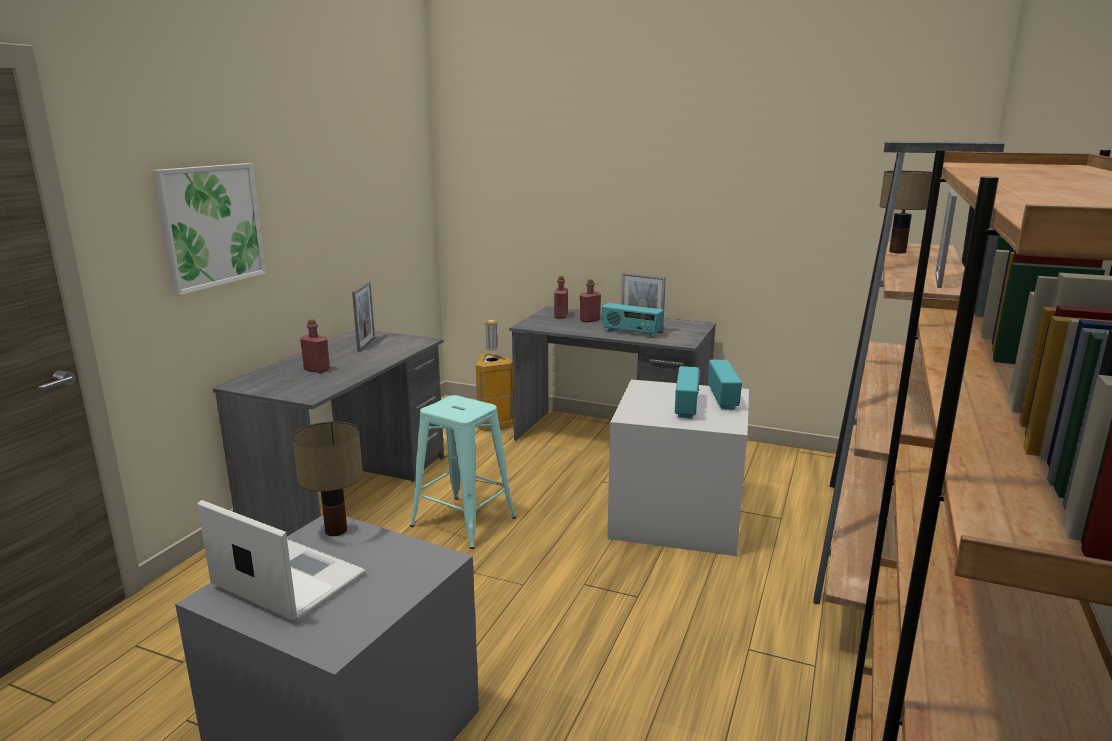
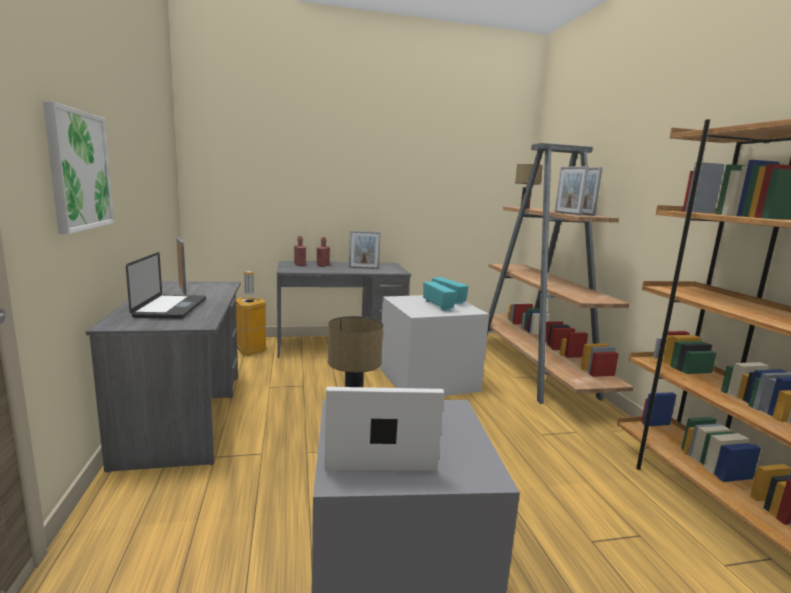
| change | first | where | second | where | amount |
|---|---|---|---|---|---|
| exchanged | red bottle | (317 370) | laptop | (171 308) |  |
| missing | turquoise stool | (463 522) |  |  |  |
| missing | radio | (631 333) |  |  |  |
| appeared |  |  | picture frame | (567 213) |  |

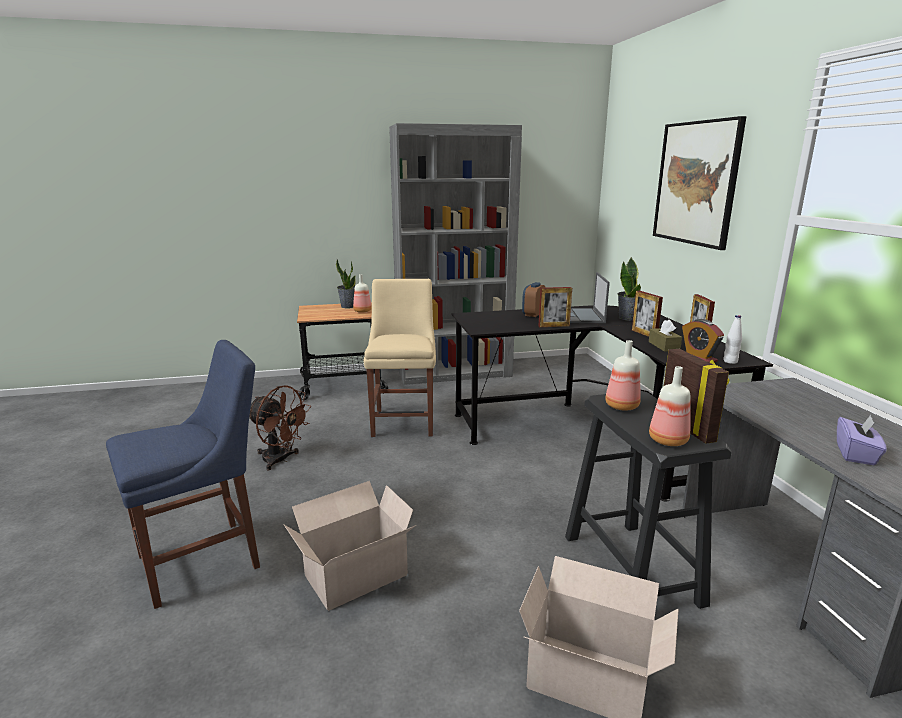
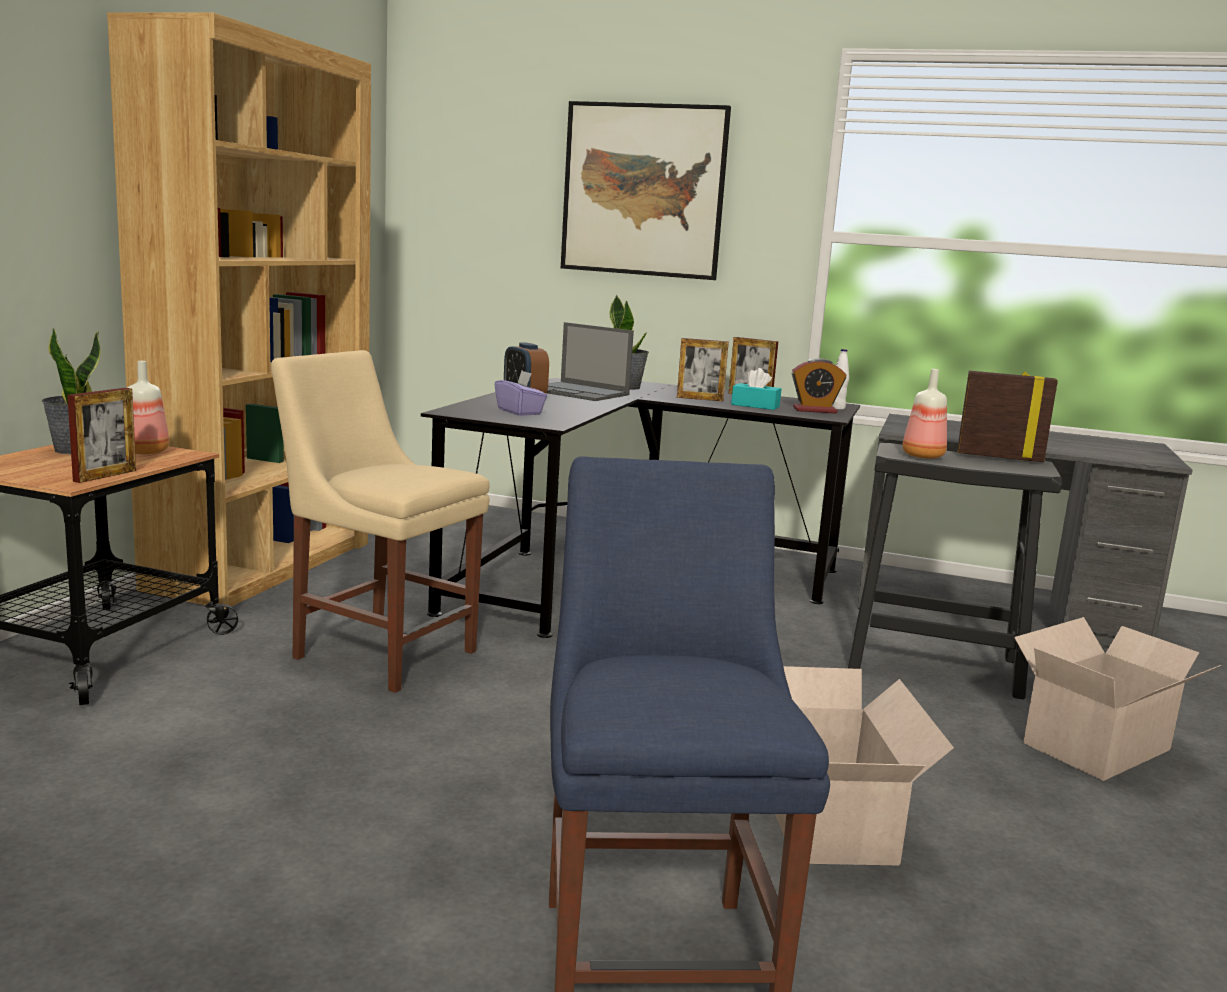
| change | first | where | second | where | amount |
|---|---|---|---|---|---|
| missing | brown fan | (281 460) |  |  |  |
| colour | grey bookcase | (454 372) | brown bookcase | (263 565) |  |
| relocated | picture frame | (554 326) |  | (105 476) |  |
| colour | brown tissue box | (664 346) | turquoise tissue box | (755 406) |  |
| missing | bottle | (666 441) |  |  |  |
| relocated | purple tissue box | (856 454) |  | (520 412) |  |

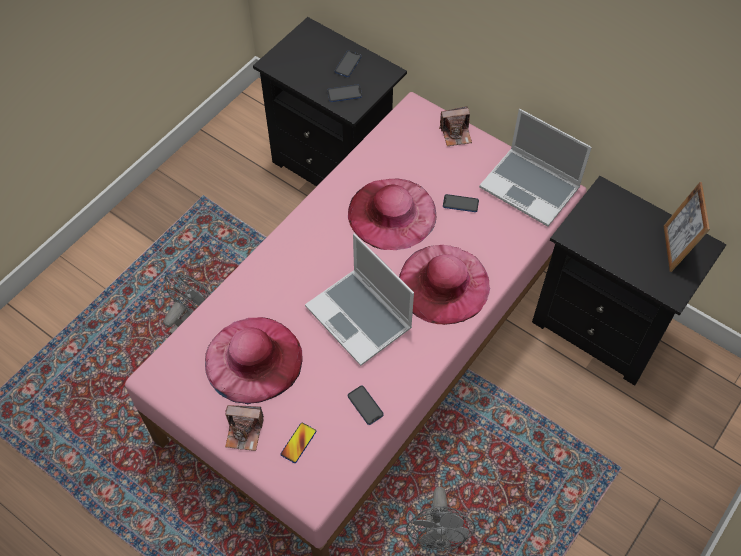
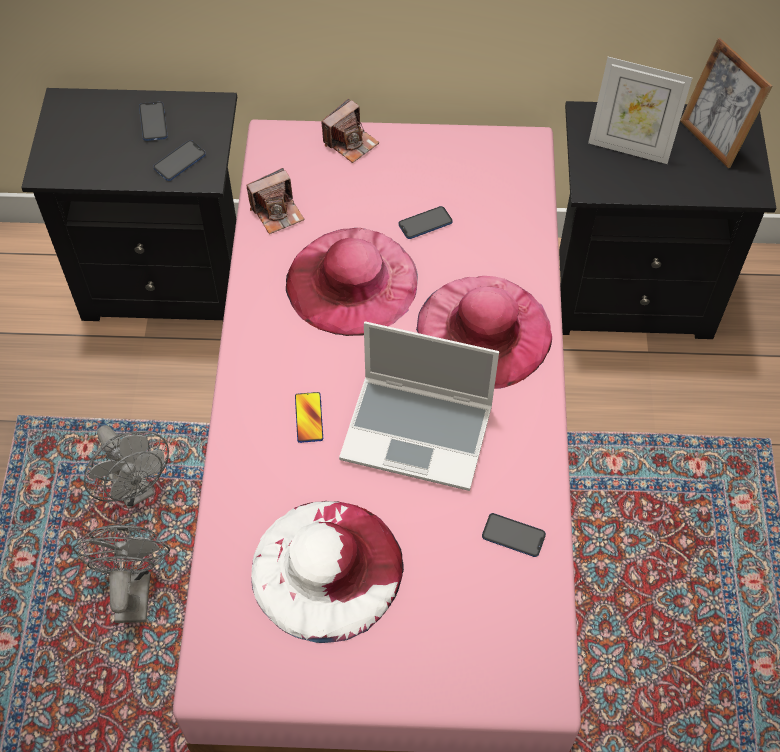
| change | first | where | second | where | amount |
|---|---|---|---|---|---|
| colour | pink hat | (253 359) | white hat | (327 569) |  |
| relocated | photo camera | (244 432) |  | (277 212) |  |
| relocated | phone | (298 443) |  | (309 418) |  |
| relocated | grey fan | (438 536) |  | (135 490) |  |
| missing | laptop | (531 188) |  |  |  |
| appeared |  |  | picture frame | (629 147) |  |

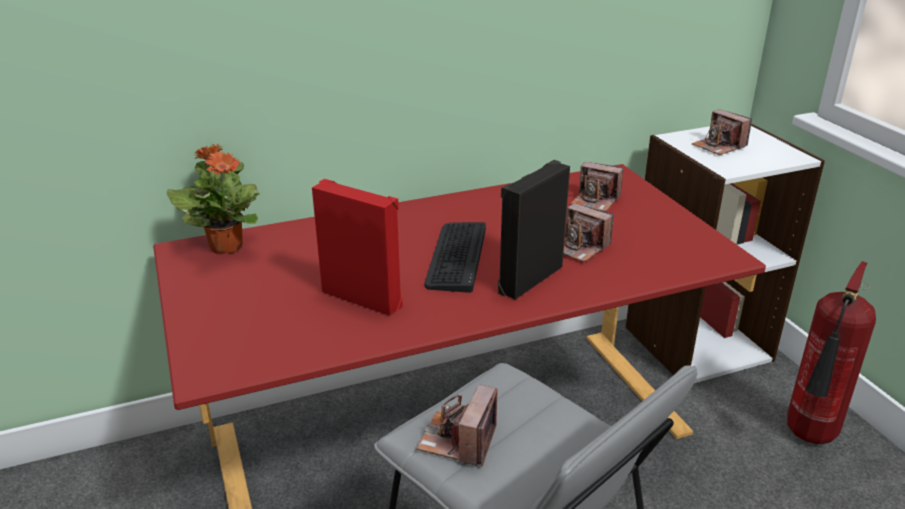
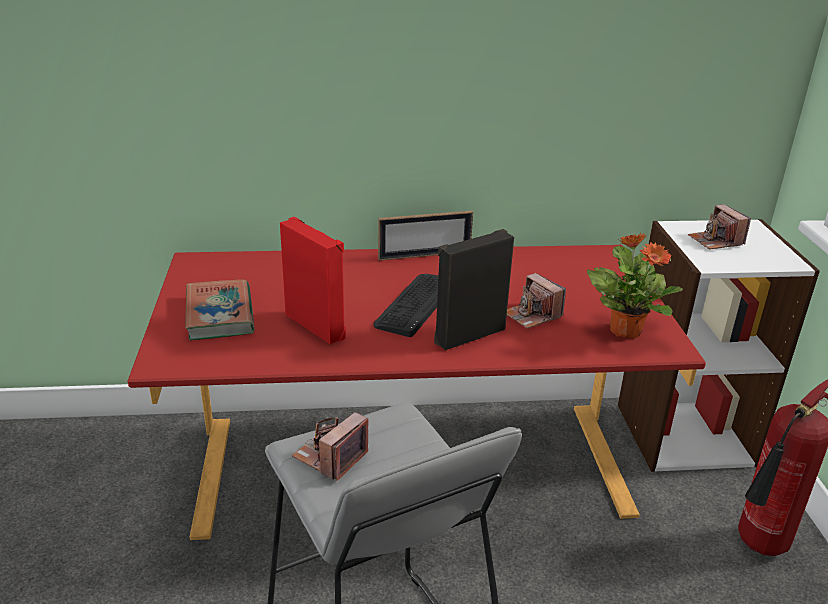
| change | first | where | second | where | amount |
|---|---|---|---|---|---|
| relocated | potted plant | (226 246) |  | (625 330) |  |
| missing | photo camera | (595 201) |  |  |  |
| appeared |  |  | book | (220 315) |  |
| appeared |  |  | picture frame | (424 255) |  |

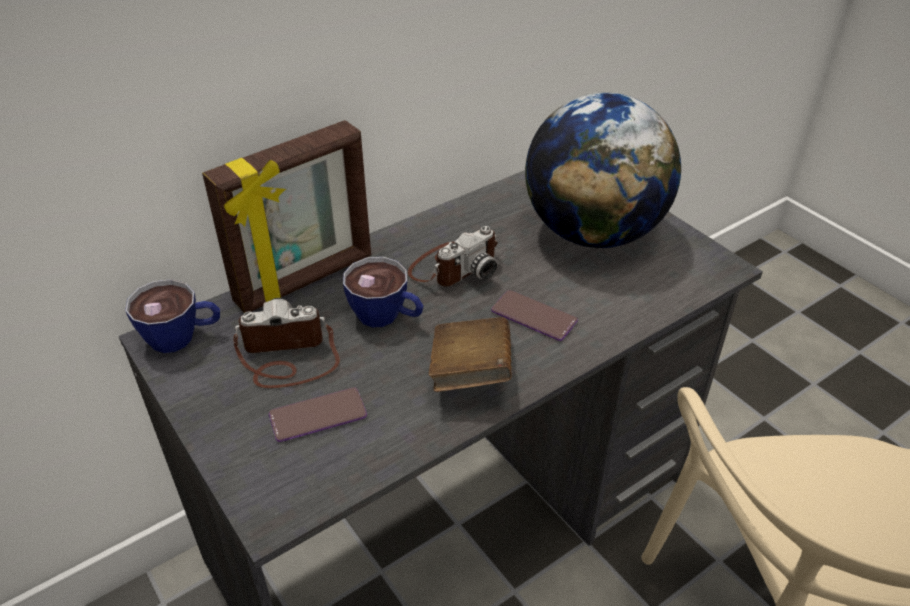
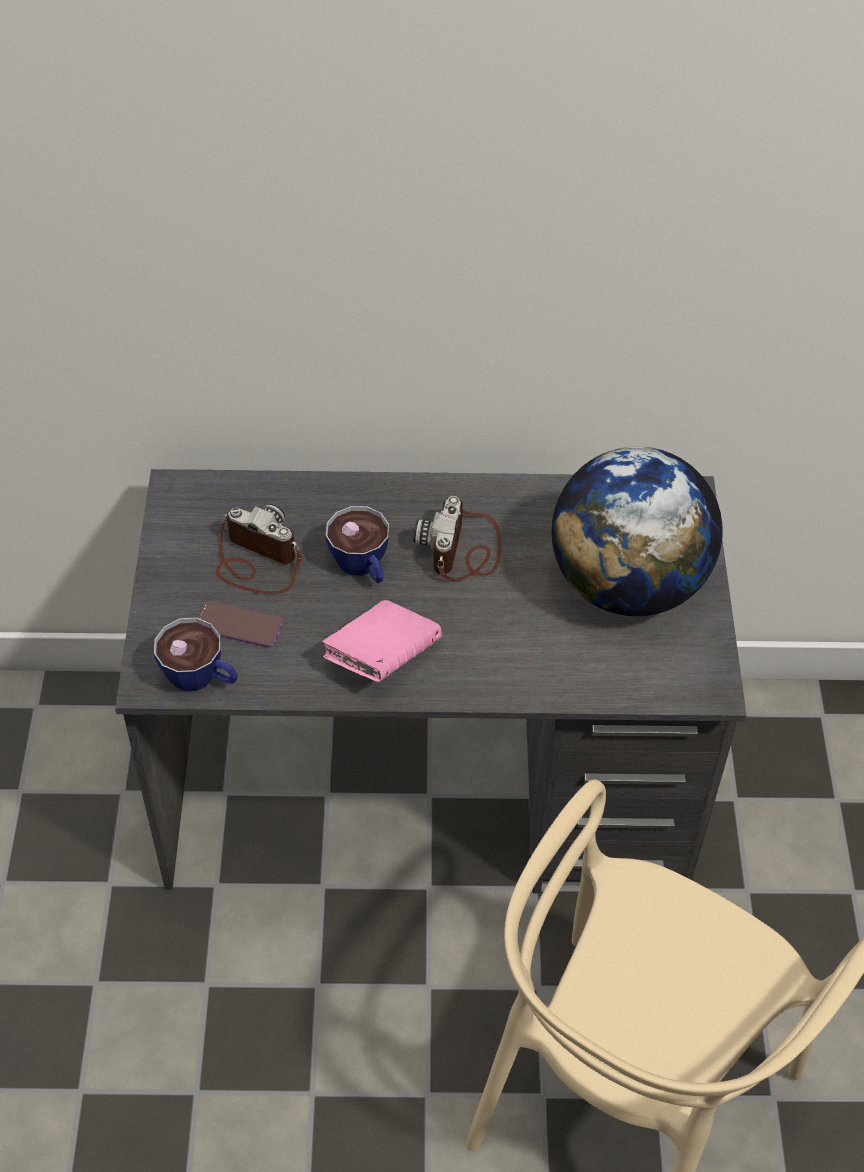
| change | first | where | second | where | amount |
|---|---|---|---|---|---|
| relocated | cup | (183 337) |  | (201 678) |  |
| missing | picture frame | (305 280) |  |  |  |
| spun | photo camera | (454 266) |  | (463 549) | 105 degrees clockwise |
| colour | brown book | (470 373) | pink book | (382 657) |  |
| missing | phone | (533 316) |  |  |  |

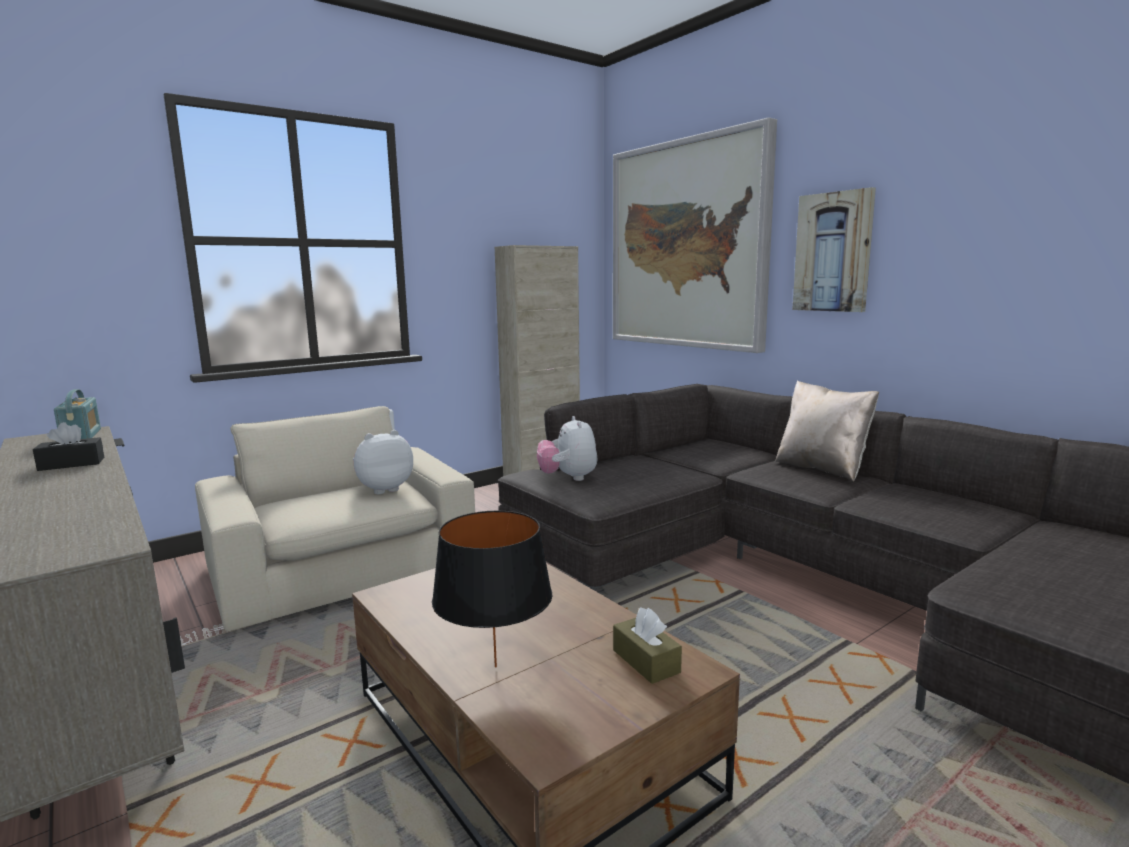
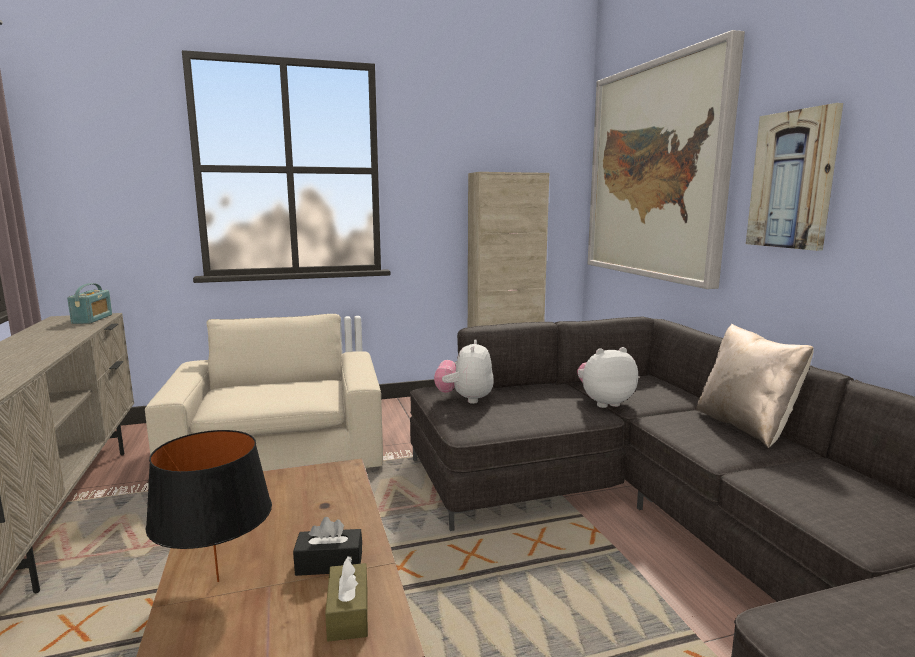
| change | first | where | second | where | amount |
|---|---|---|---|---|---|
| relocated | black tissue box | (71 464) |  | (329 563) |  |
| relocated | plush toy | (383 489) |  | (604 402) |  |

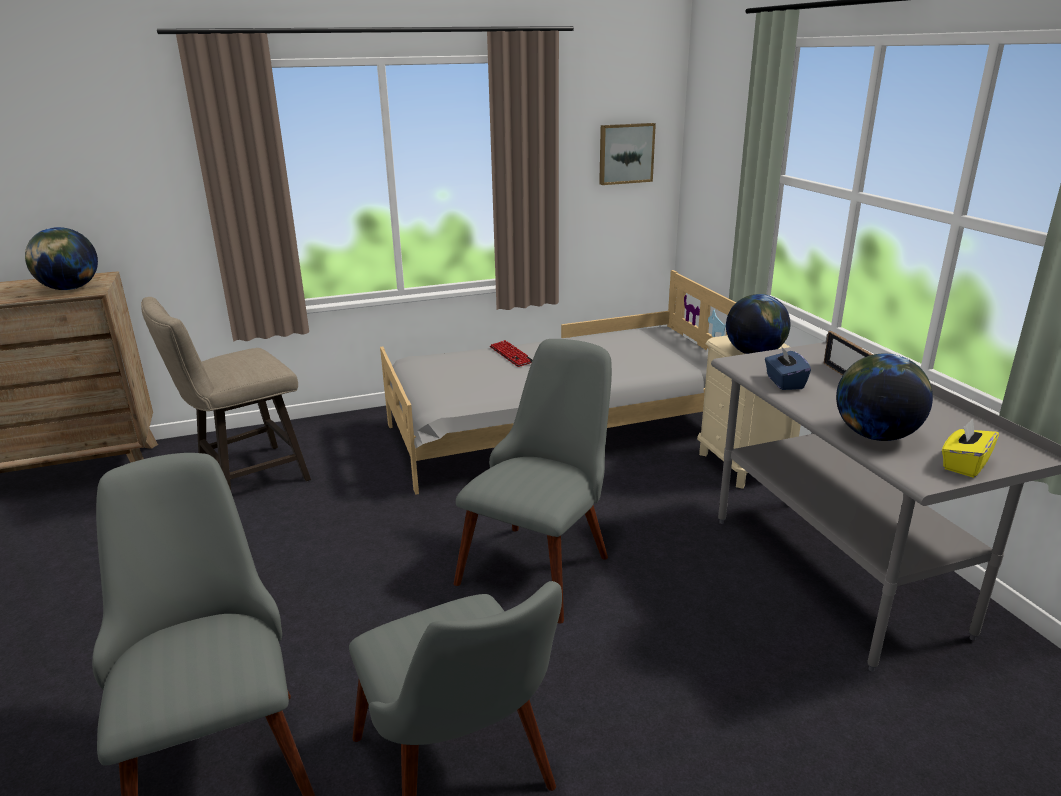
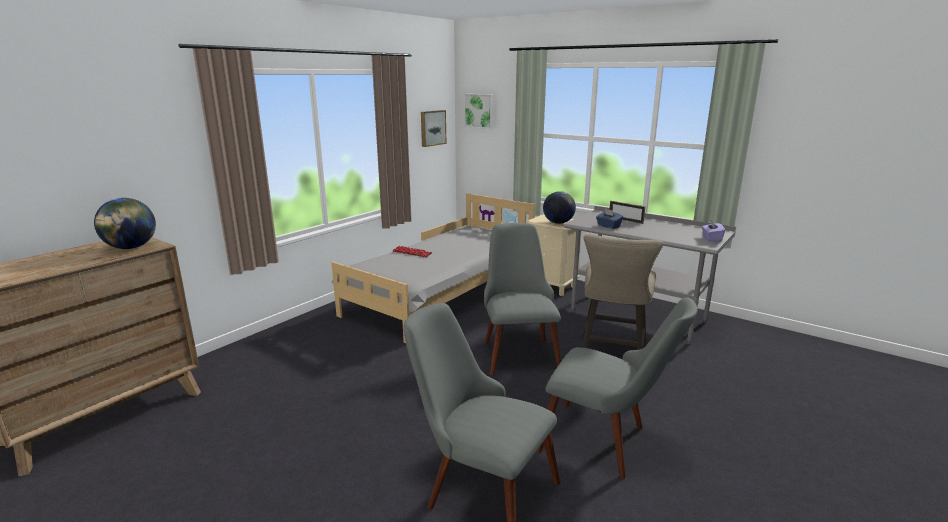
| change | first | where | second | where | amount |
|---|---|---|---|---|---|
| relocated | beige stool | (245 478) |  | (611 355) |  |
| missing | globe | (875 435) |  |  |  |
| colour | yellow tissue box | (964 465) | purple tissue box | (711 239) |  |
| appeared |  |  | picture | (479 111) |  |

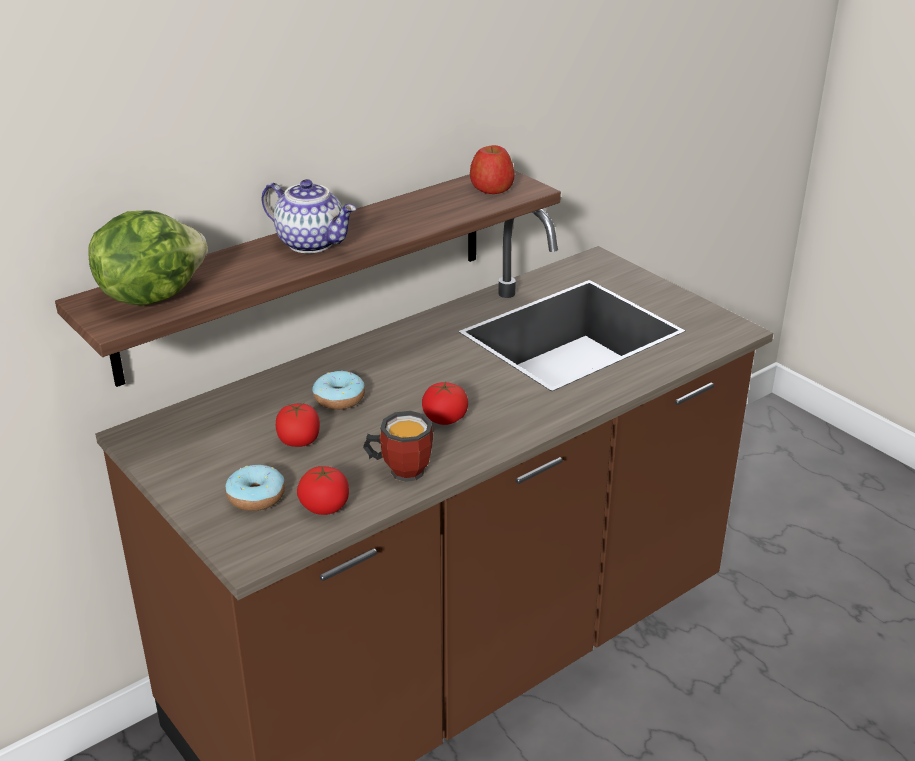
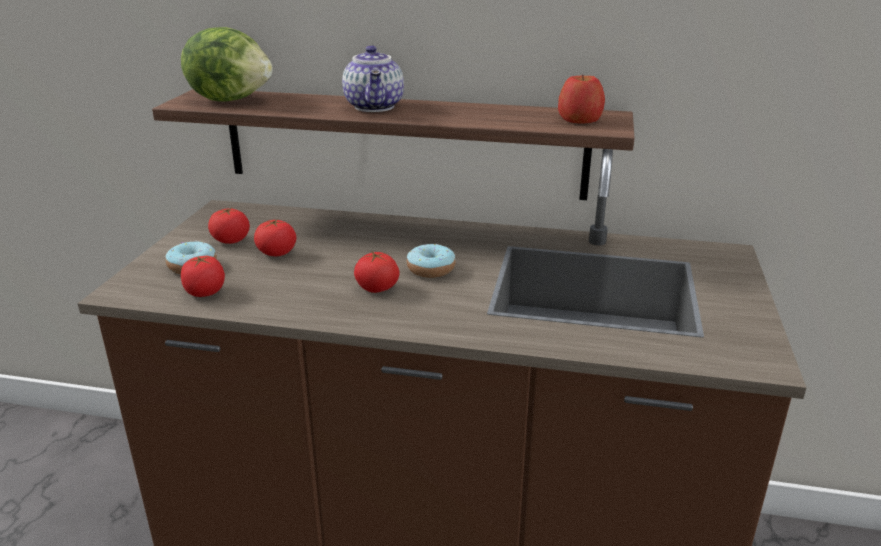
| change | first | where | second | where | amount |
|---|---|---|---|---|---|
| relocated | donut | (339 399) |  | (431 269) |  |
| missing | mug | (400 469) |  |  |  |
| appeared |  |  | tomato | (230 240) |  |

